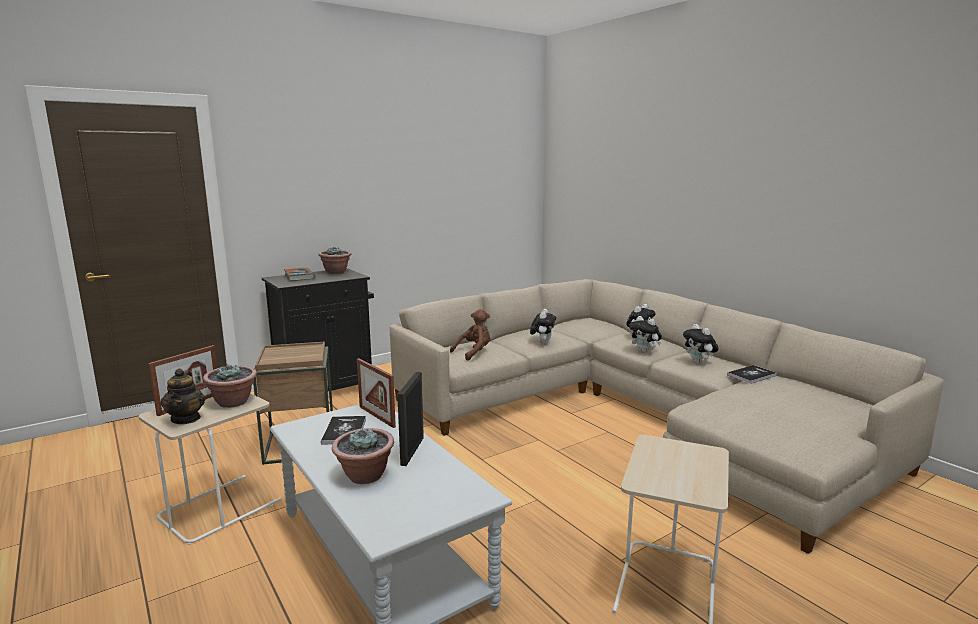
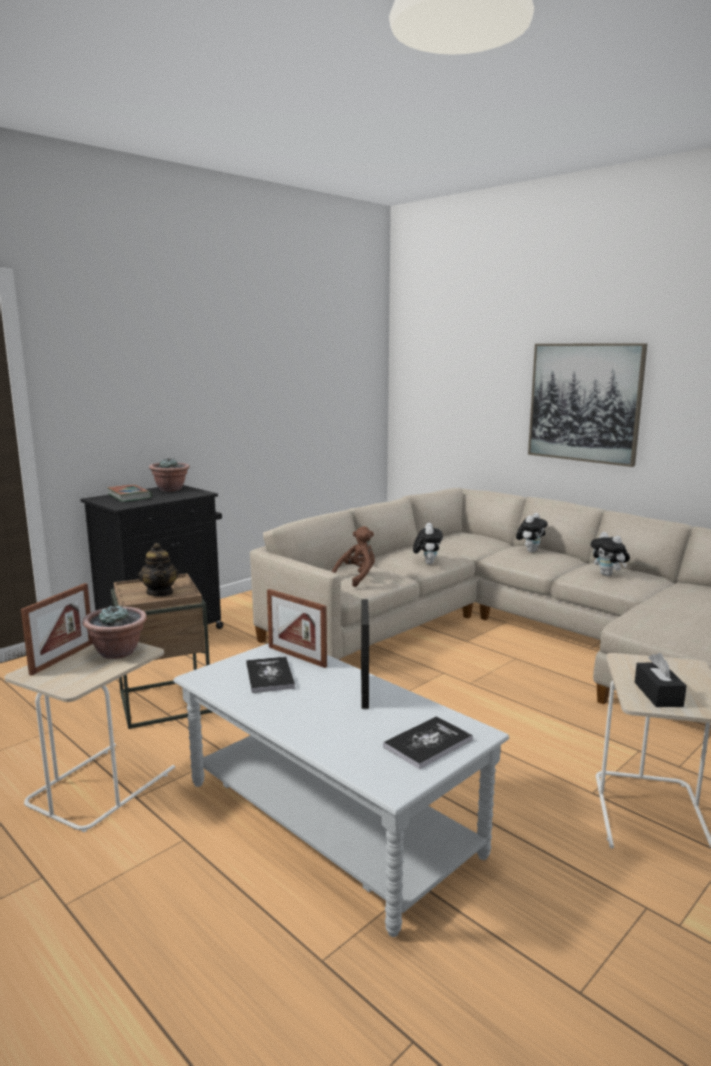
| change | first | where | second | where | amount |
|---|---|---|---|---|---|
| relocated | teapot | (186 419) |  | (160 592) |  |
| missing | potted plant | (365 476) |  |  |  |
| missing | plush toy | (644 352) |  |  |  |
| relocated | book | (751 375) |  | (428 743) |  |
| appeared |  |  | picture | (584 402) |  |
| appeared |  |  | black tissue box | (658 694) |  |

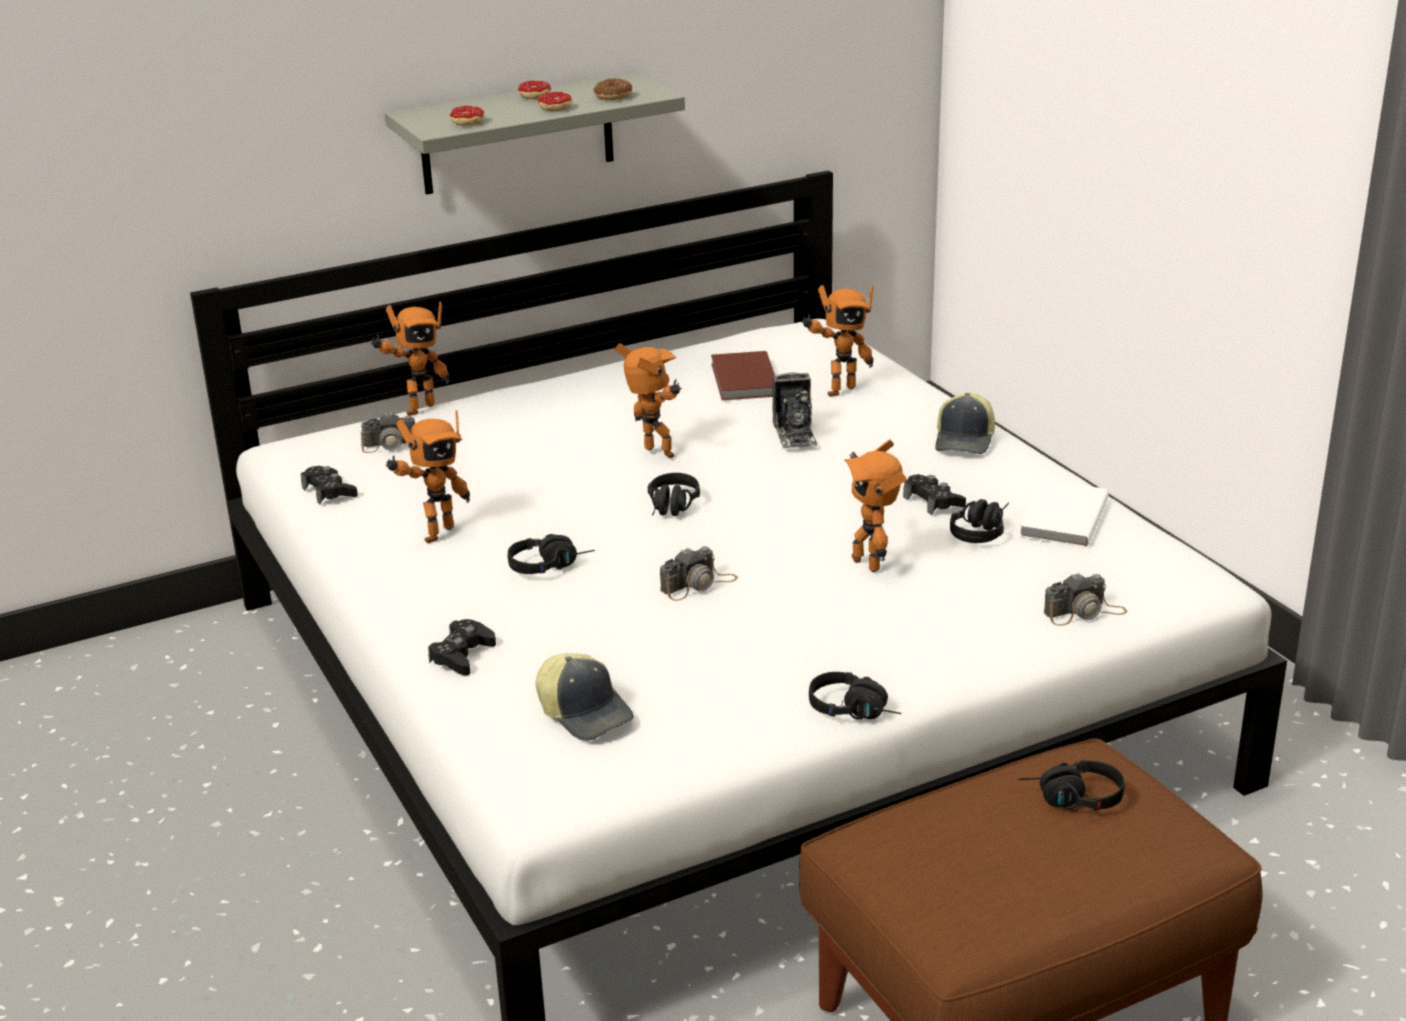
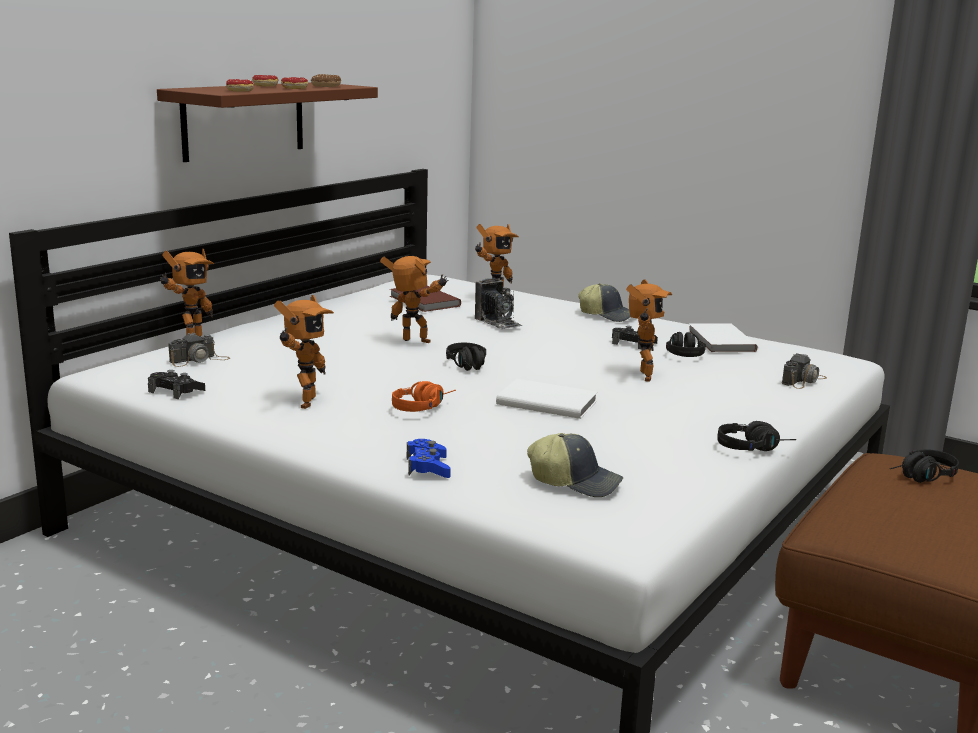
| change | first | where | second | where | amount |
|---|---|---|---|---|---|
| colour | grey shelf | (517 134) | brown shelf | (244 120) |  |
| colour | black game controller | (462 655) | blue game controller | (427 467) |  |
| colour | black headphones | (551 565) | orange headphones | (423 407) |  |
| exchanged | photo camera | (698 584) | white book | (546 402) |  |
| spun | toy robot | (870 563) |  | (641 376) | 120 degrees counterclockwise |
| spun | cap | (965 440) |  | (607 315) | 45 degrees counterclockwise |

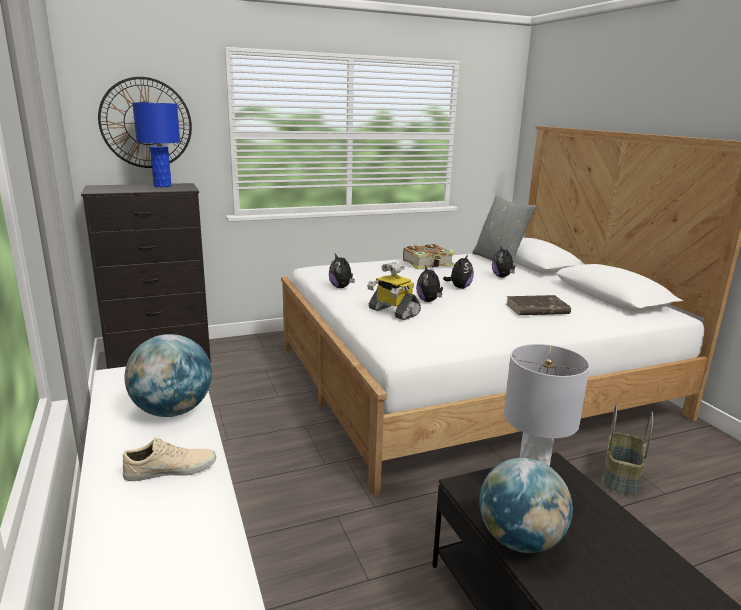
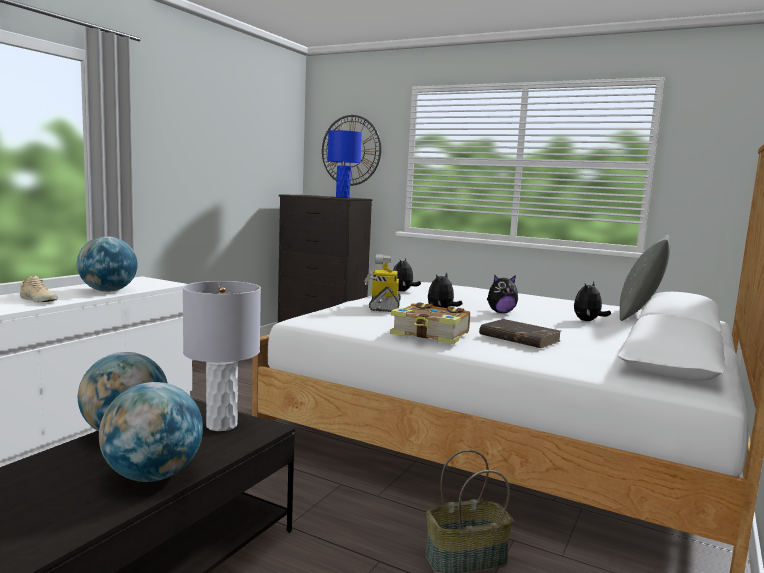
| change | first | where | second | where | amount |
|---|---|---|---|---|---|
| relocated | book | (428 264) |  | (431 335) |  |
| appeared |  |  | globe | (152 476) |  |

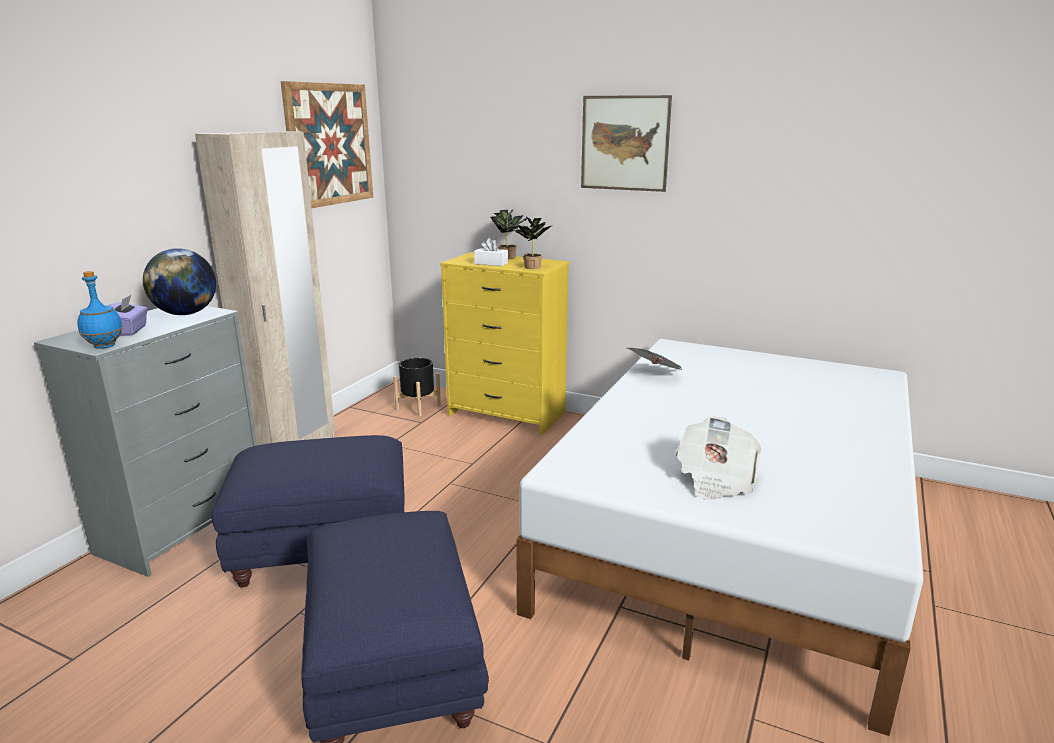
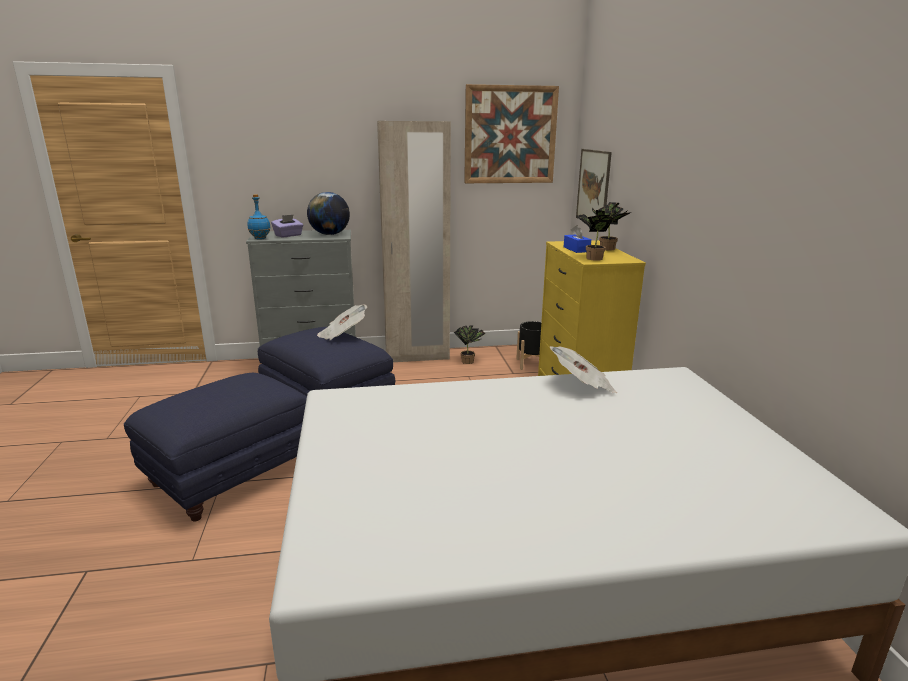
| change | first | where | second | where | amount |
|---|---|---|---|---|---|
| colour | white tissue box | (491 263) | blue tissue box | (576 249) |  |
| relocated | picture | (625 143) |  | (593 187) |  |
| relocated | newspaper | (715 479) |  | (342 335) |  |
| appeared |  |  | potted plant | (469 361) |  |

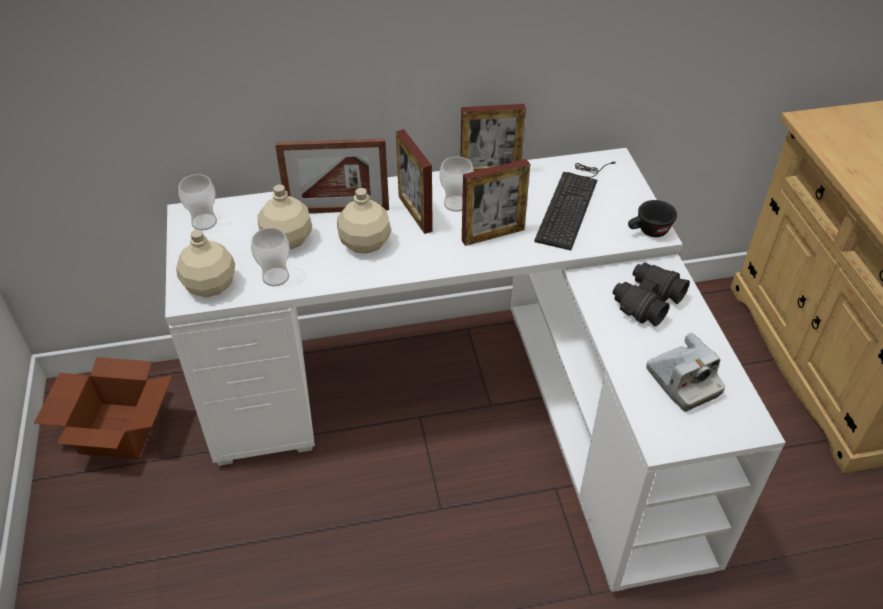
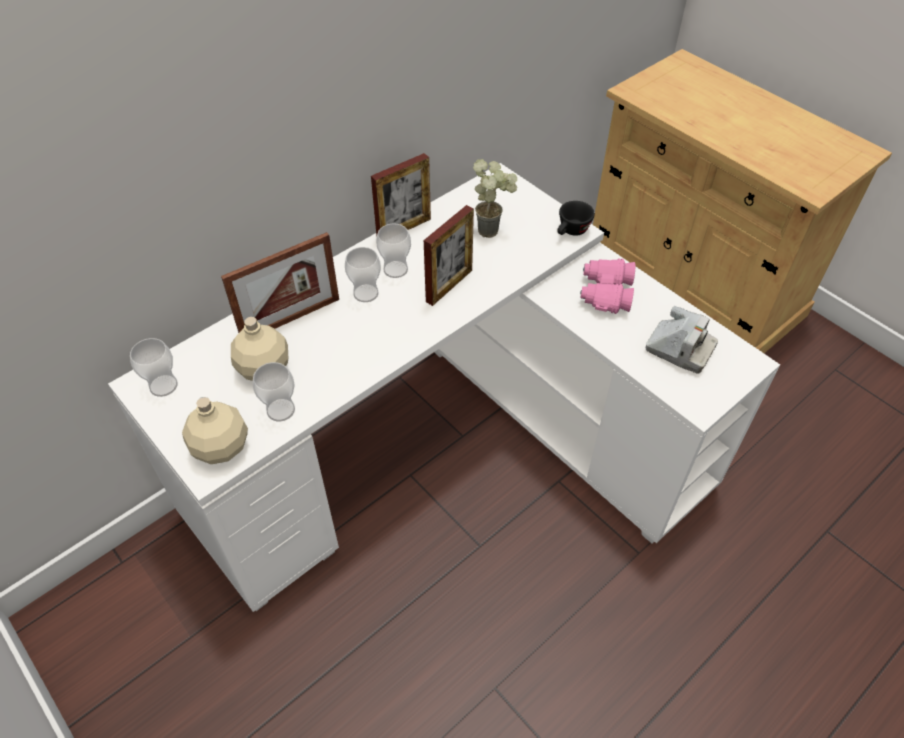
| change | first | where | second | where | amount |
|---|---|---|---|---|---|
| missing | cardboard box | (117 429) |  |  |  |
| missing | beige bottle | (364 243) |  |  |  |
| exchanged | picture frame | (415 213) | cup | (365 293) |  |
| exchanged | keyboard | (572 202) | potted plant | (493 229) |  |
| colour | black binoculars | (646 301) | pink binoculars | (605 293) |  |

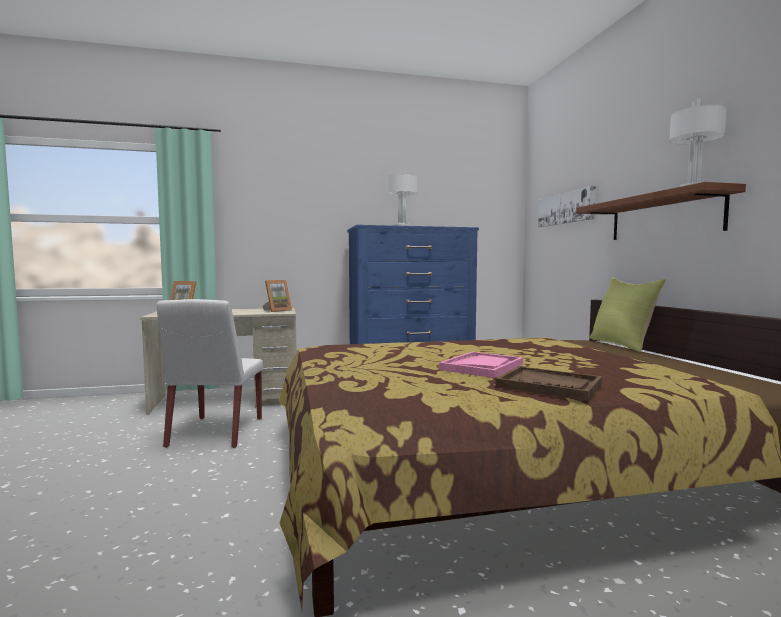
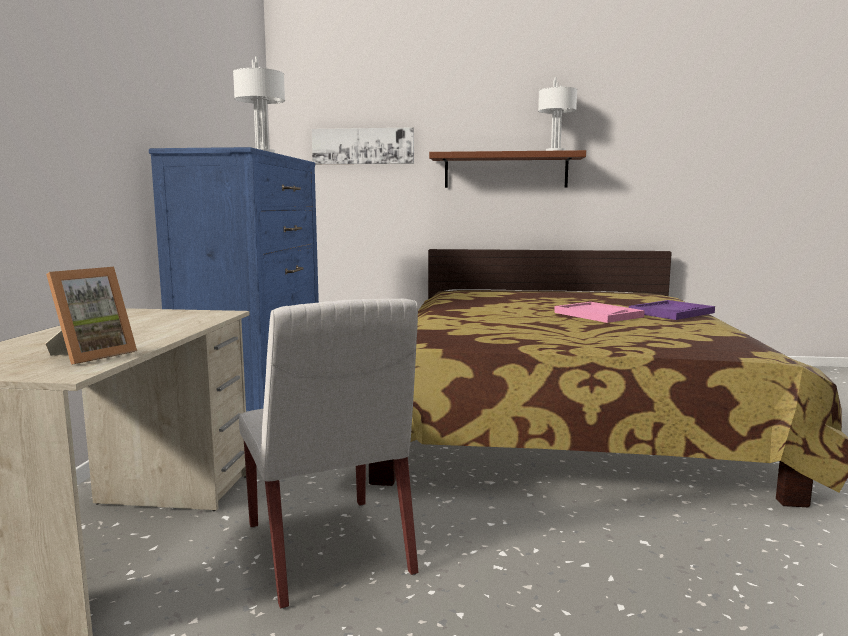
| change | first | where | second | where | amount |
|---|---|---|---|---|---|
| spun | white chair | (216 432) |  | (328 550) | 45 degrees clockwise |
| missing | picture frame | (277 310) |  |  |  |
| colour | brown tray | (549 385) | purple tray | (671 312) |  |
| missing | yellow pillow | (623 345) |  |  |  |

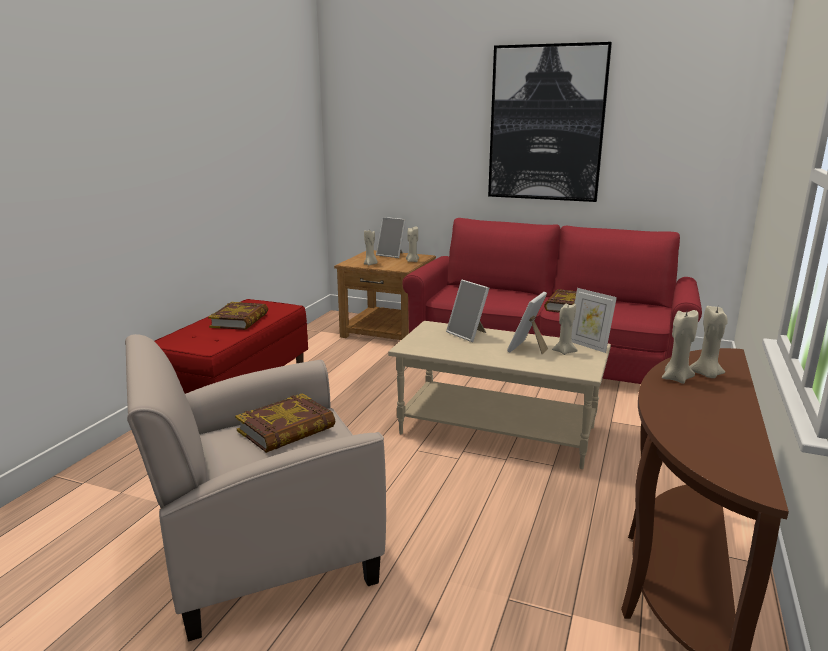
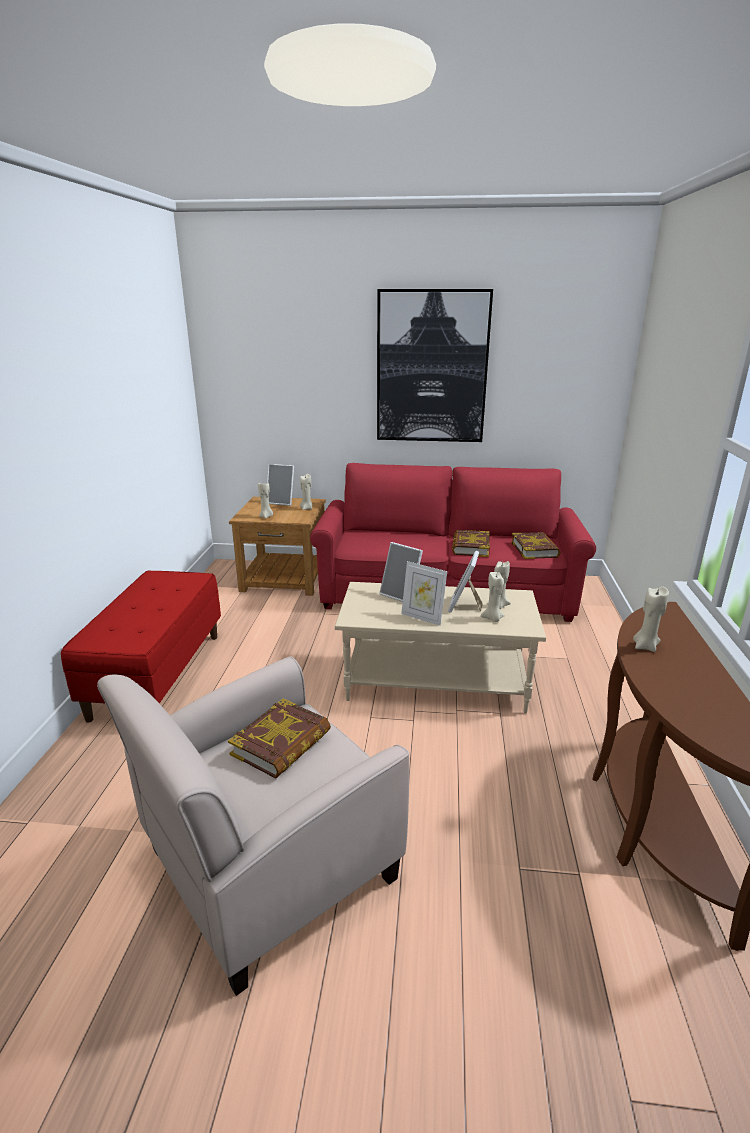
| change | first | where | second | where | amount |
|---|---|---|---|---|---|
| relocated | book | (240 320) |  | (534 549) |  |
| relocated | picture frame | (588 345) |  | (422 617) |  |
| relocated | beige candle | (706 374) |  | (493 618) |  |

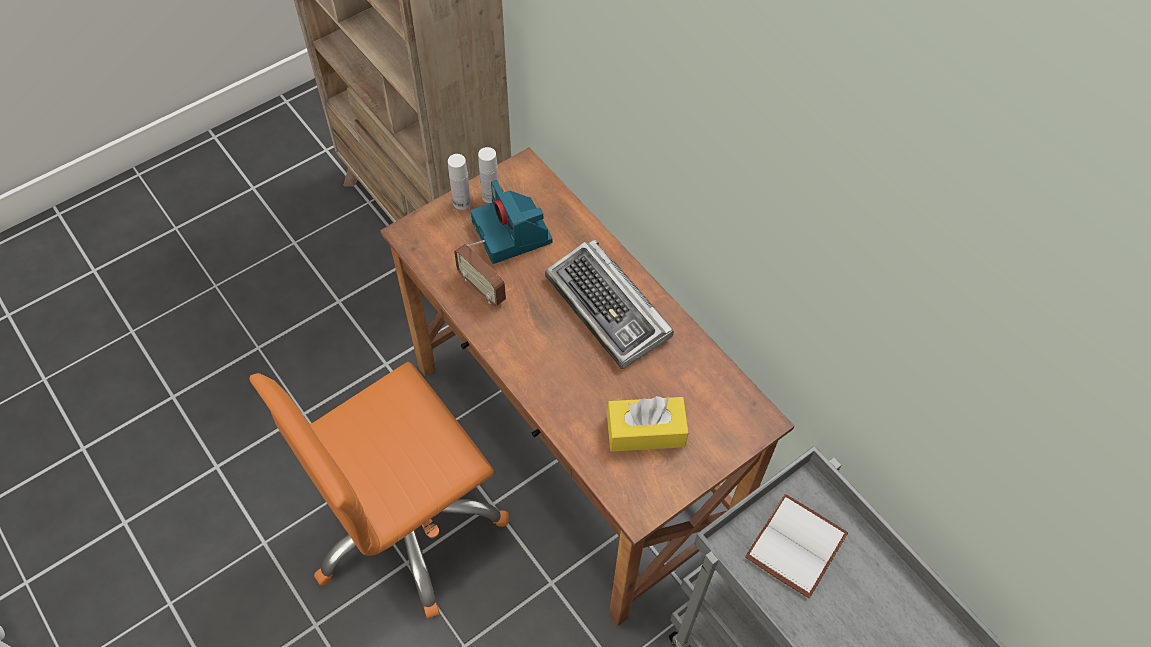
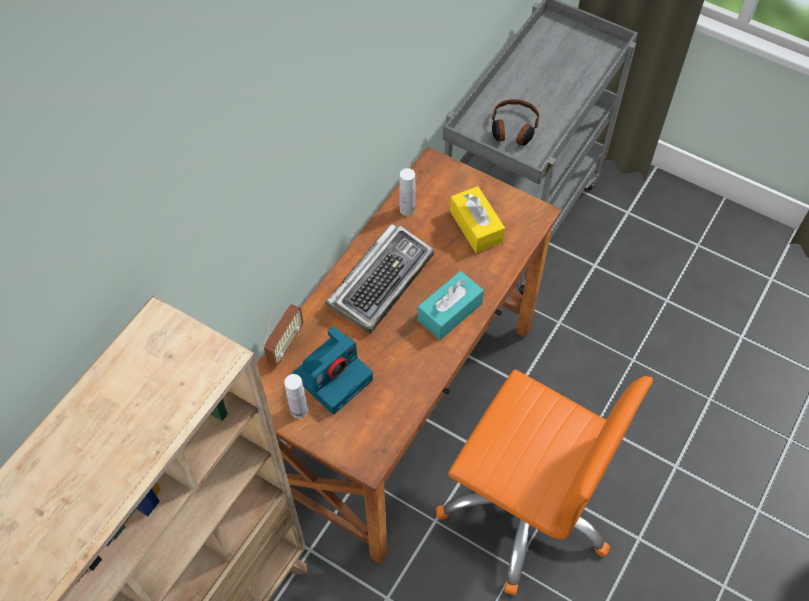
| change | first | where | second | where | amount |
|---|---|---|---|---|---|
| relocated | white bottle | (462 202) |  | (407 209) |  |
| relocated | radio | (482 288) |  | (285 345) |  |
| exchanged | white book | (797 549) | headphones | (513 129) |  |
| appeared |  |  | turquoise tissue box | (449 312) |  |

